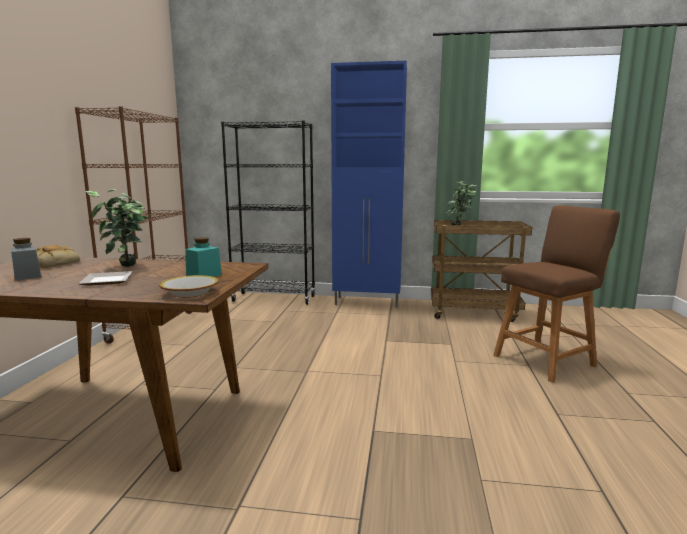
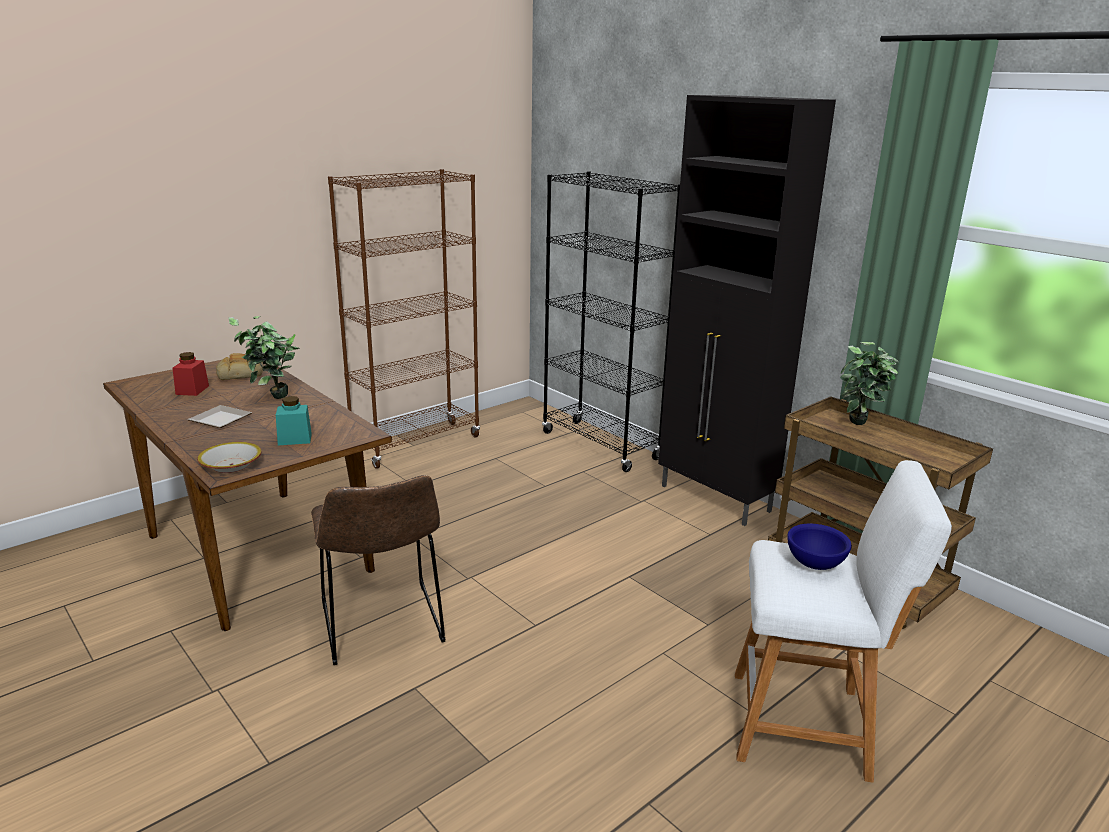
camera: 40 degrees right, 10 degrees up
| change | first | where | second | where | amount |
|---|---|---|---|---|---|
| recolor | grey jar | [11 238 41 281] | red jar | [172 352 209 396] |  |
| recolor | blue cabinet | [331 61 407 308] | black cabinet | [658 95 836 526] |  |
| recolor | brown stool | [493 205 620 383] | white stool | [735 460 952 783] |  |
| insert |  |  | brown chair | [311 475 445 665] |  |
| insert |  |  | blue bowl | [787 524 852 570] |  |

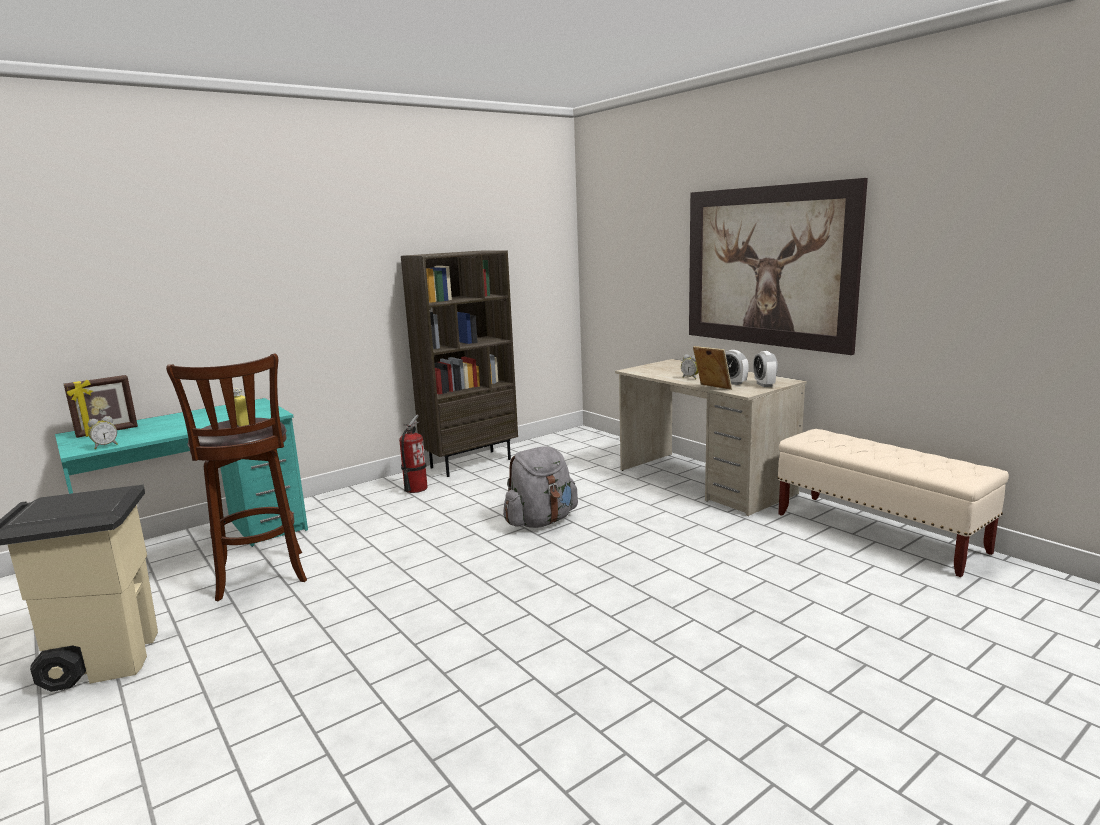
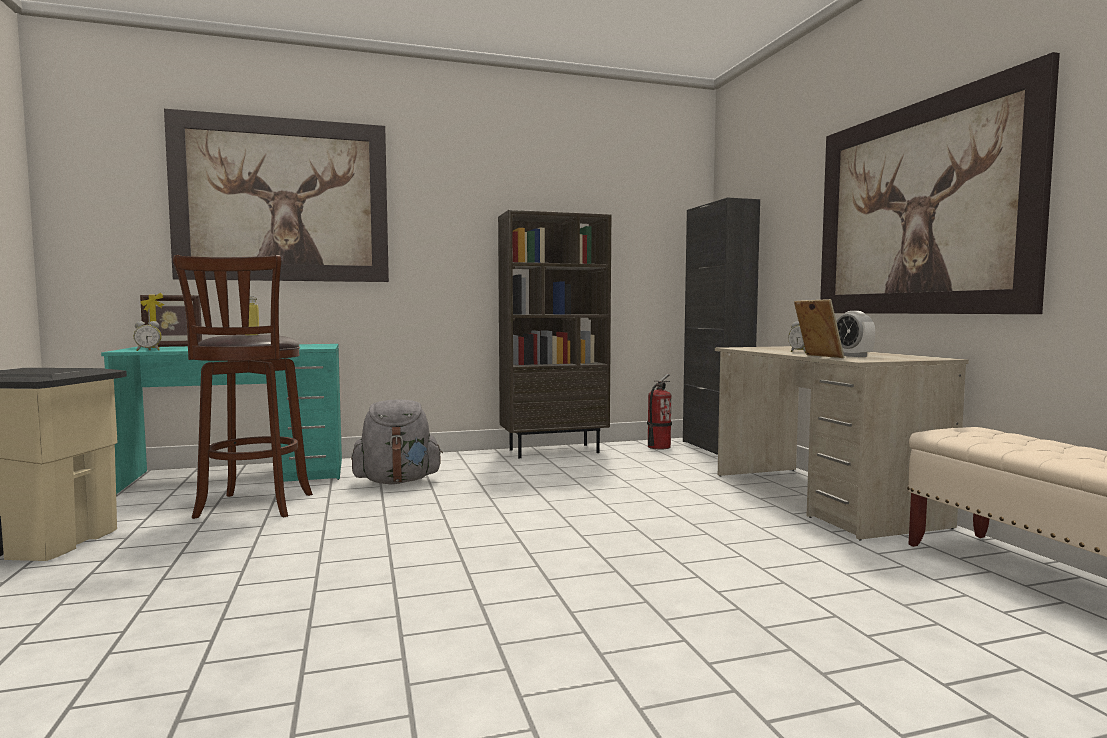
camera: 20 degrees right, 10 degrees down
| change | first | where | second | where | amount |
|---|---|---|---|---|---|
| move | fire extinguisher | [399 414 428 493] |  | [647 374 672 450] |  |
| move | grey backpack | [503 446 578 528] |  | [351 399 443 484] |  |
| delete | alarm clock | [753 351 778 387] |  |  |  |
| insert |  |  | picture | [164 109 389 282] |  |
| insert |  |  | black cabinet | [683 198 760 455] |  |

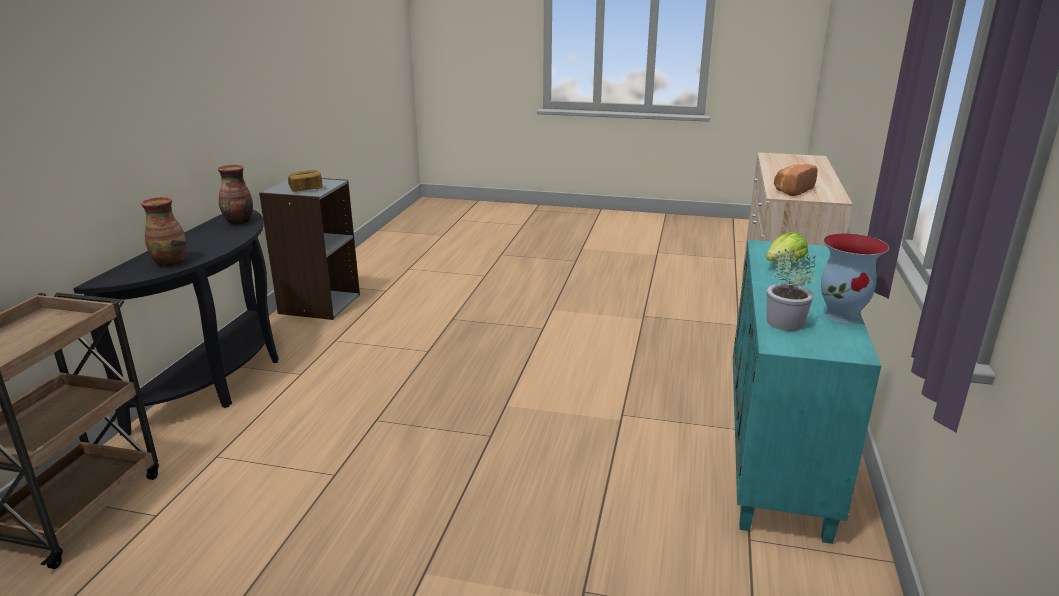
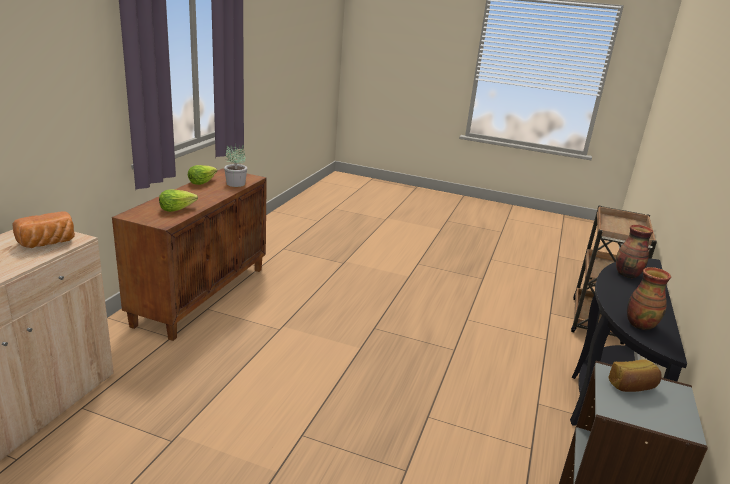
camera: 175 degrees left, 0 degrees up
| change | first | where | second | where | amount |
|---|---|---|---|---|---|
| recolor | turquoise cabinet | [733 240 881 544] | brown cabinet | [112 168 267 341] |  |
| replace | vase | [821 233 889 324] | lettuce | [188 165 217 185] |  |

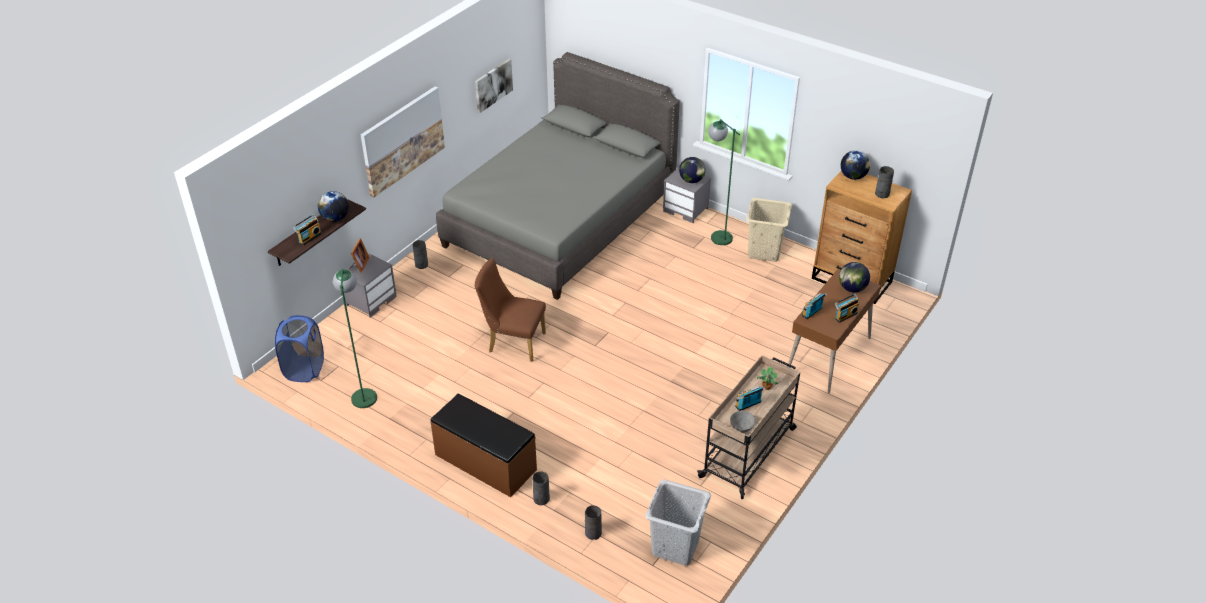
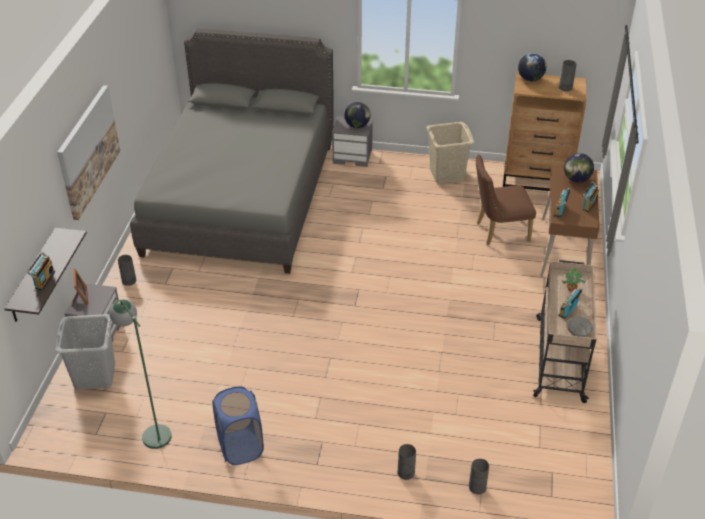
camera: 25 degrees left, 0 degrees up
| change | first | where | second | where | amount |
|---|---|---|---|---|---|
| move | blue laundry basket | [275 315 324 382] |  | [212 387 264 465] |  |
| delete | globe | [318 191 349 222] |  |  |  |
| delete | brown bench | [430 394 537 497] |  |  |  |
| delete | picture | [475 59 513 113] |  |  |  |
| move | brown chair | [475 258 546 362] |  | [476 154 536 245] |  |
| move | grey laundry basket | [645 480 711 566] |  | [55 314 115 389] |  |
| delete | green floor lamp | [708 119 740 245] |  |  |  |

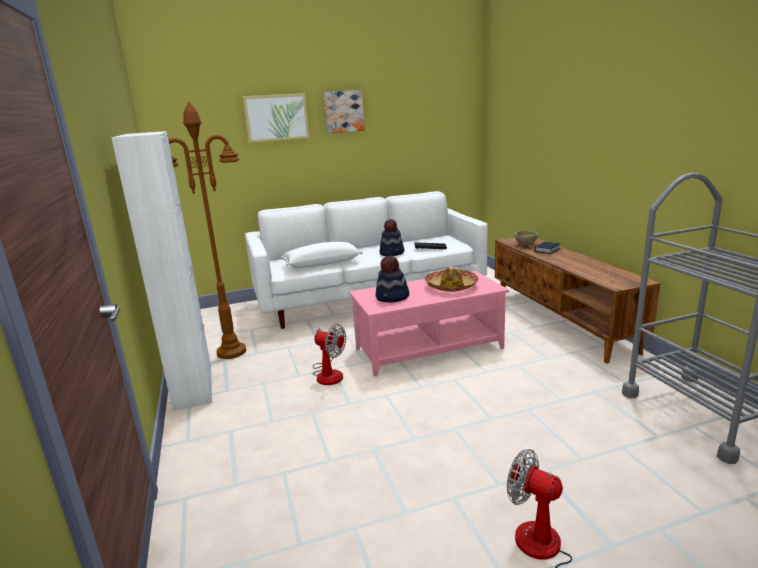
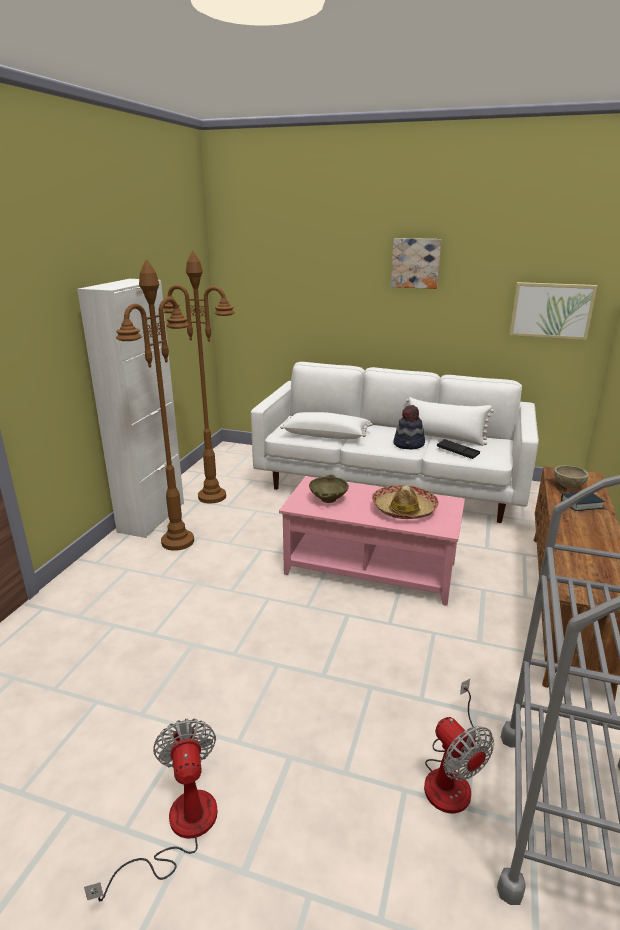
camera: 35 degrees right, 5 degrees up
| change | first | where | second | where | amount |
|---|---|---|---|---|---|
| move | picture | [243 93 309 143] |  | [510 282 597 340] |  |
| move | fan | [313 324 346 385] |  | [424 679 494 814] |  |
| replace | hat | [376 255 409 302] | beige bowl | [309 474 349 503] |  |
| insert |  |  | brown floor lamp | [116 259 194 551] |  |
| insert |  |  | white pillow | [406 397 494 446] |  |

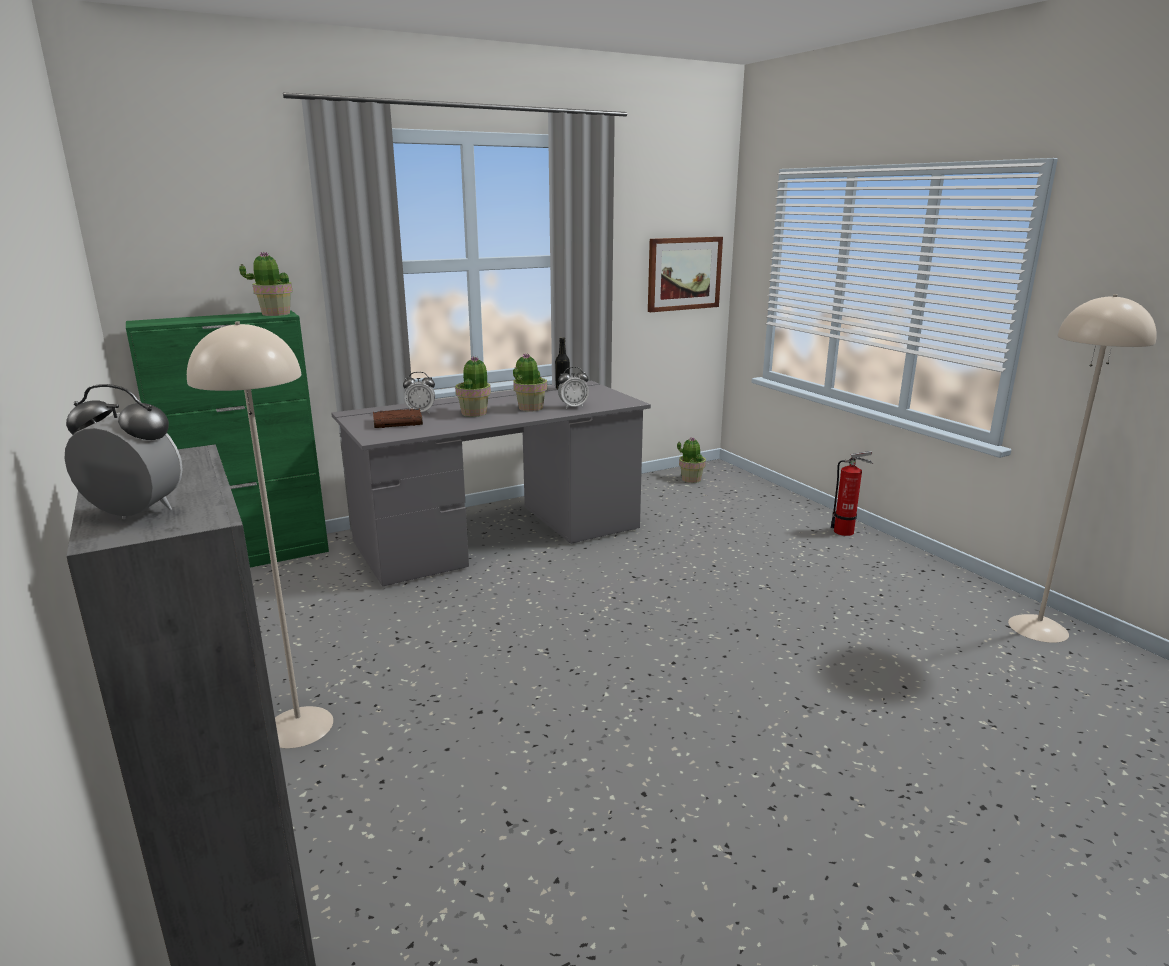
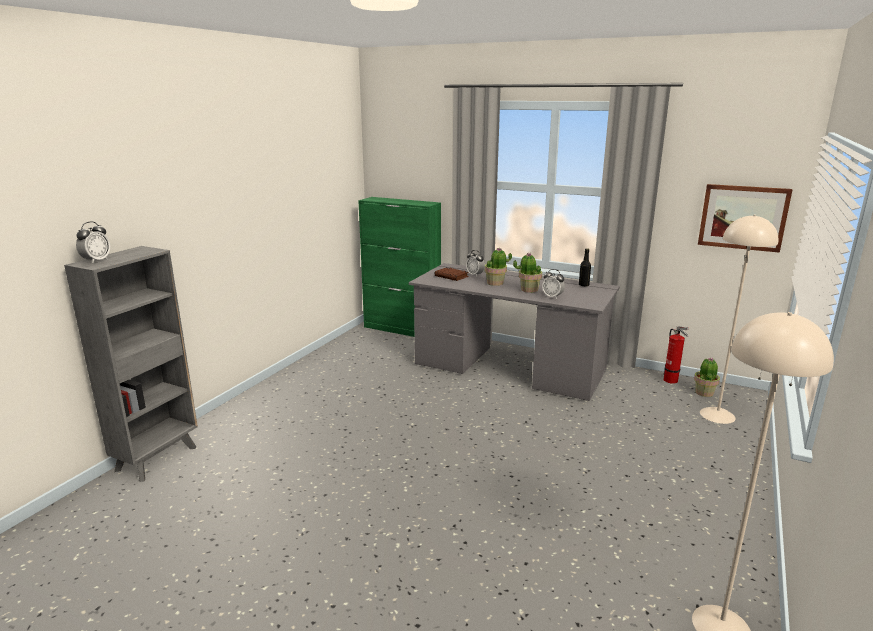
camera: 55 degrees right, 0 degrees up
| change | first | where | second | where | amount |
|---|---|---|---|---|---|
| rotate | alarm clock | [65 384 183 519] |  | [76 222 111 263] | 45 degrees clockwise |
| move | beige floor lamp | [187 321 333 748] |  | [700 215 778 424] |  |
| delete | potted plant | [239 252 293 316] |  |  |  |
| move | fire extinguisher | [831 451 873 536] |  | [664 326 689 384] |  |

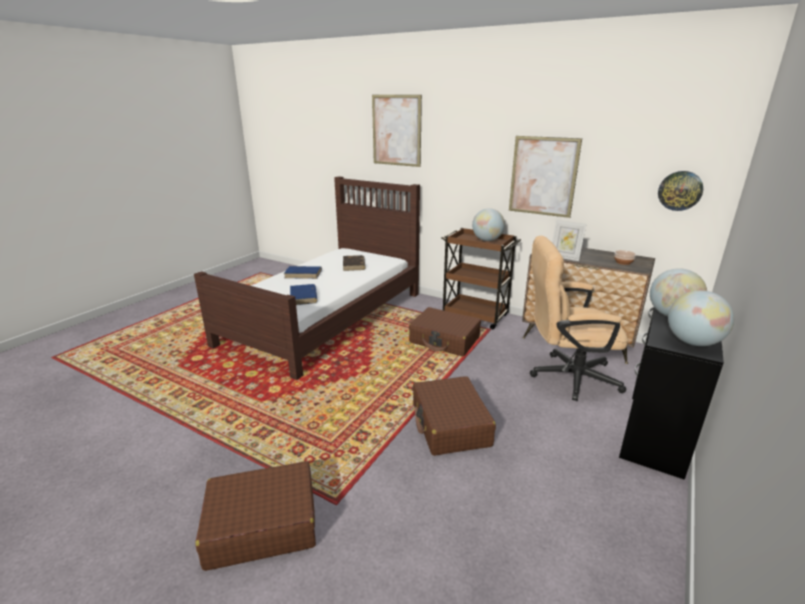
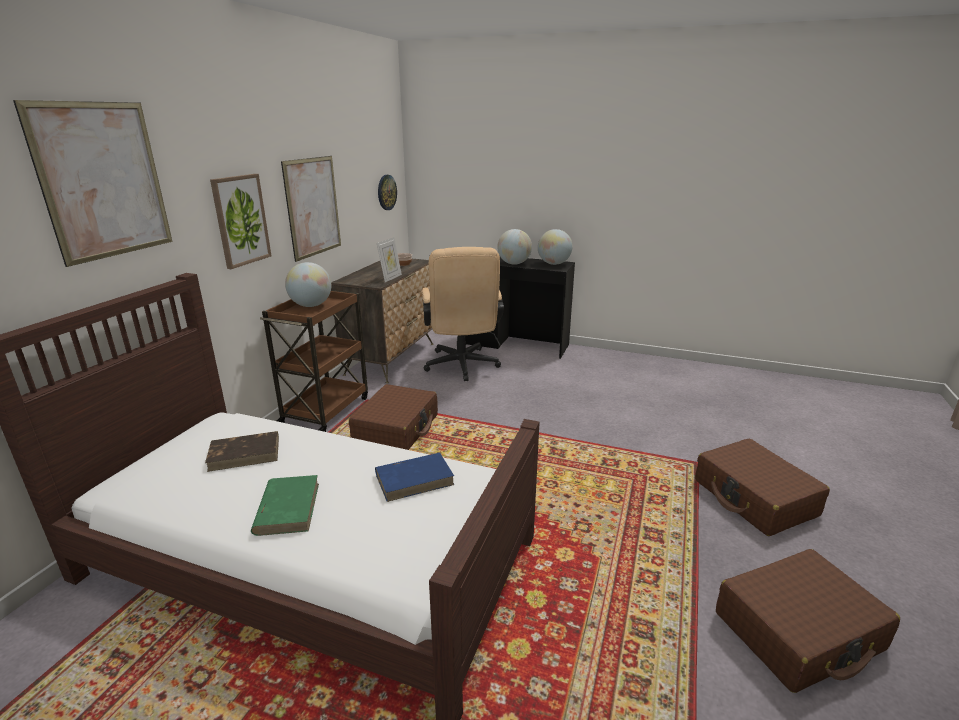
camera: 100 degrees left, 0 degrees up
| change | first | where | second | where | amount |
|---|---|---|---|---|---|
| recolor | blue book | [284 266 322 279] | green book | [251 475 319 536] |  |
| move | brown suitcase | [413 376 496 456] |  | [716 549 900 693] |  |
| insert |  |  | picture | [210 174 271 269] |  |

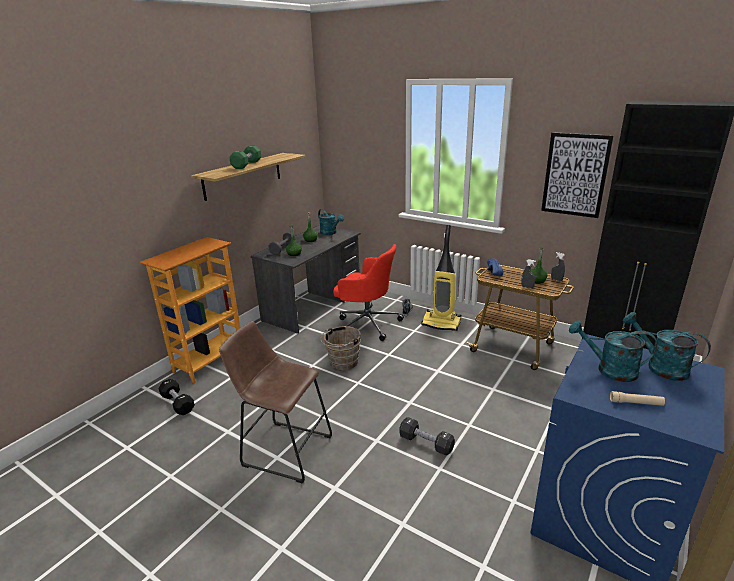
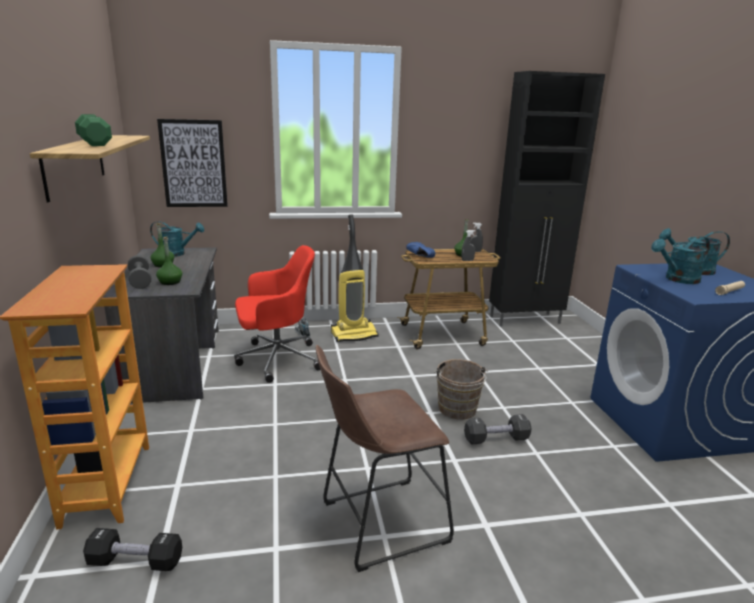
camera: 45 degrees left, 5 degrees down
| change | first | where | second | where | amount |
|---|---|---|---|---|---|
| move | brown bucket | [320 326 361 371] |  | [434 359 488 420] |  |
| move | picture | [541 132 614 218] |  | [157 119 228 207] |  |

